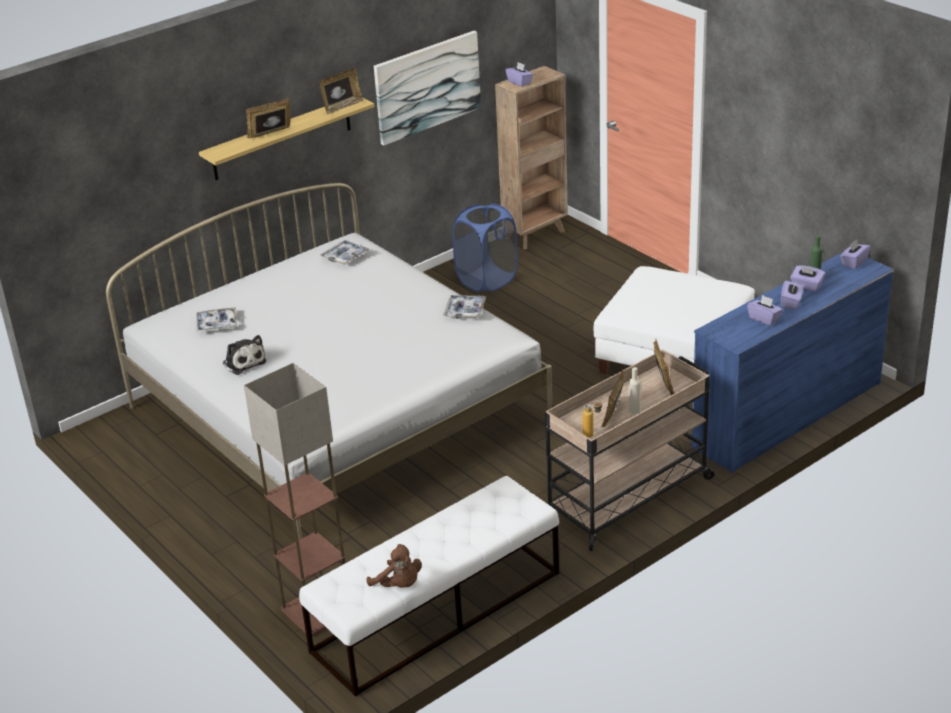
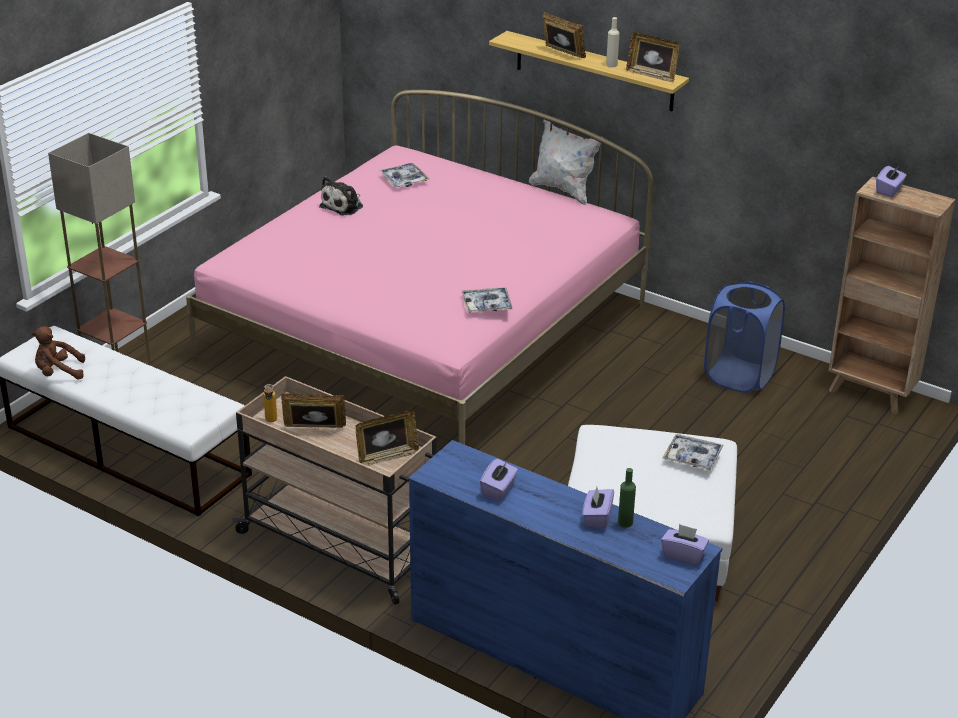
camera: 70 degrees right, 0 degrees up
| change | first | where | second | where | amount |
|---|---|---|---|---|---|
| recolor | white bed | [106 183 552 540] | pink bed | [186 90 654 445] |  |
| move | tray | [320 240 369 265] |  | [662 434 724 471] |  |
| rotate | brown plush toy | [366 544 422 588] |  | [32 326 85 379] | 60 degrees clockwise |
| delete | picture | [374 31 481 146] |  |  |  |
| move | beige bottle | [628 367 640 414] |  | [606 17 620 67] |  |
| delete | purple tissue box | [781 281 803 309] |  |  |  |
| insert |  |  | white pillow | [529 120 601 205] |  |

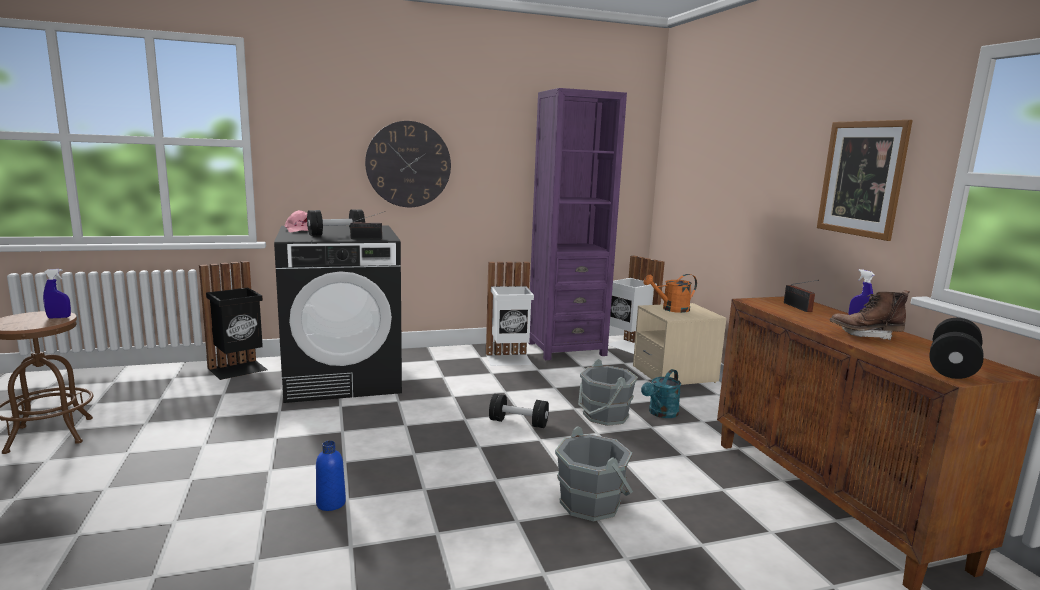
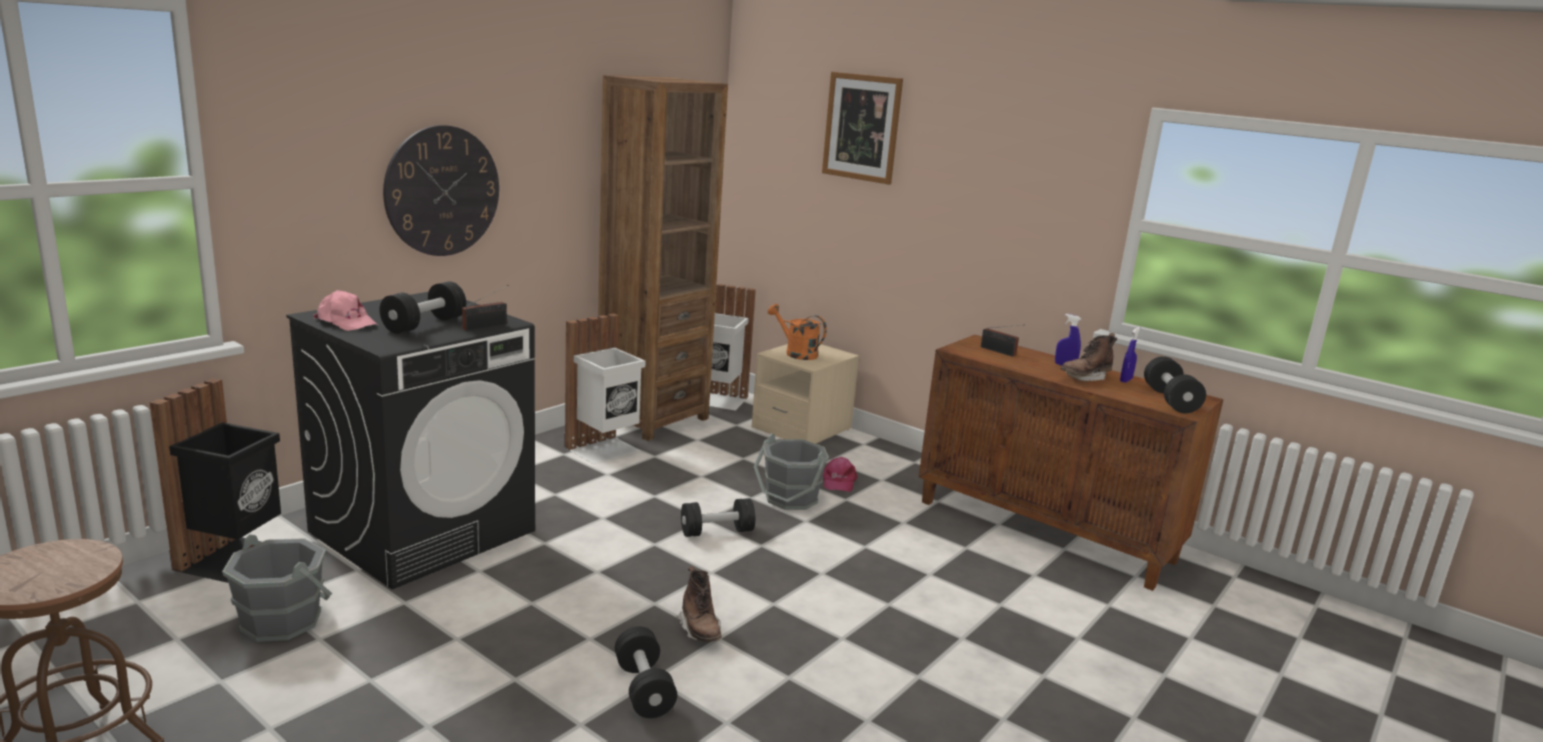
camera: 35 degrees left, 5 degrees up
| change | first | where | second | where | amount |
|---|---|---|---|---|---|
| move | blue spray bottle | [43 269 71 318] |  | [1120 327 1141 383] |  |
| replace | blue bottle | [316 441 346 511] | black dumbbell | [615 626 677 718] |  |
| recolor | purple bookcase | [528 88 627 360] | brown bookcase | [598 75 728 441] |  |
| move | grey bucket | [555 426 633 521] |  | [222 534 332 642] |  |
| replace | turquoise watering can | [641 369 681 418] | pink cap | [823 457 858 492] |  |
| rotate | orange watering can | [643 274 697 313] |  | [768 304 827 360] | 90 degrees clockwise |
| move | picture | [817 120 913 241] |  | [822 72 903 185] |  |
| insert |  |  | brown boot | [676 567 722 642] |  |

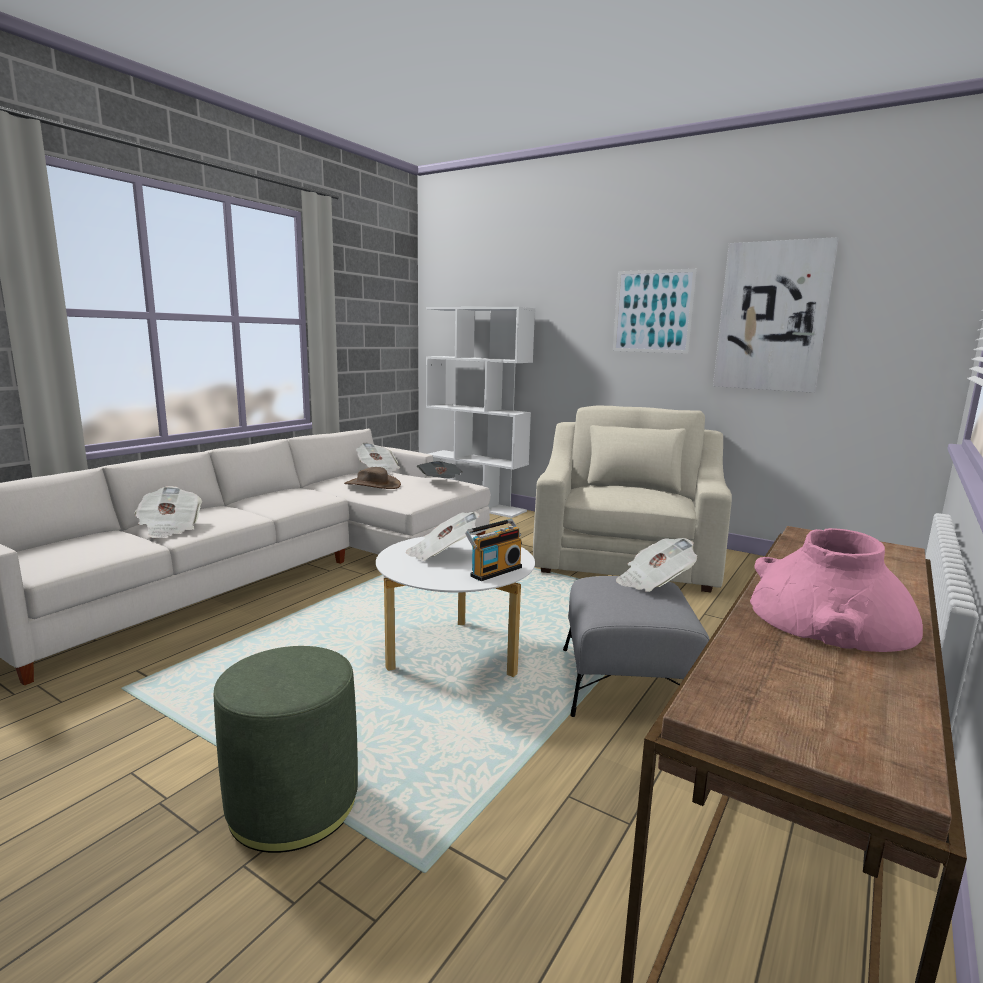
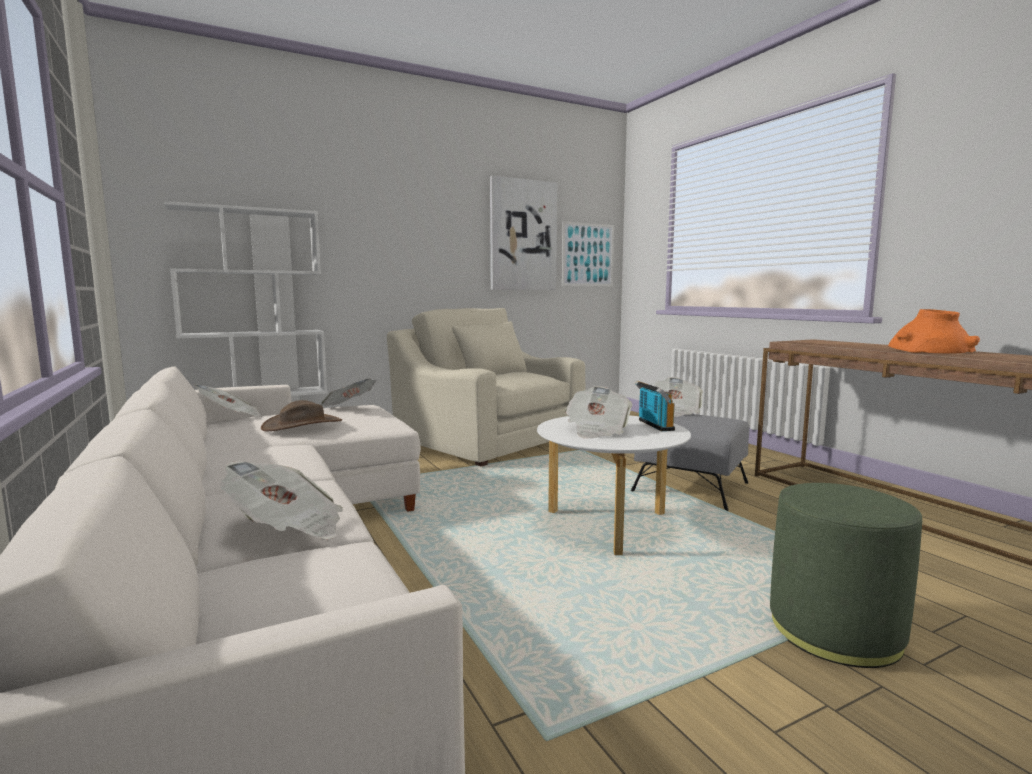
camera: 60 degrees left, 5 degrees down
| change | first | where | second | where | amount |
|---|---|---|---|---|---|
| move | picture | [613 269 697 354] |  | [562 222 614 286] |  |
| recolor | pink vase | [750 528 923 652] | orange vase | [888 309 980 353] |  |

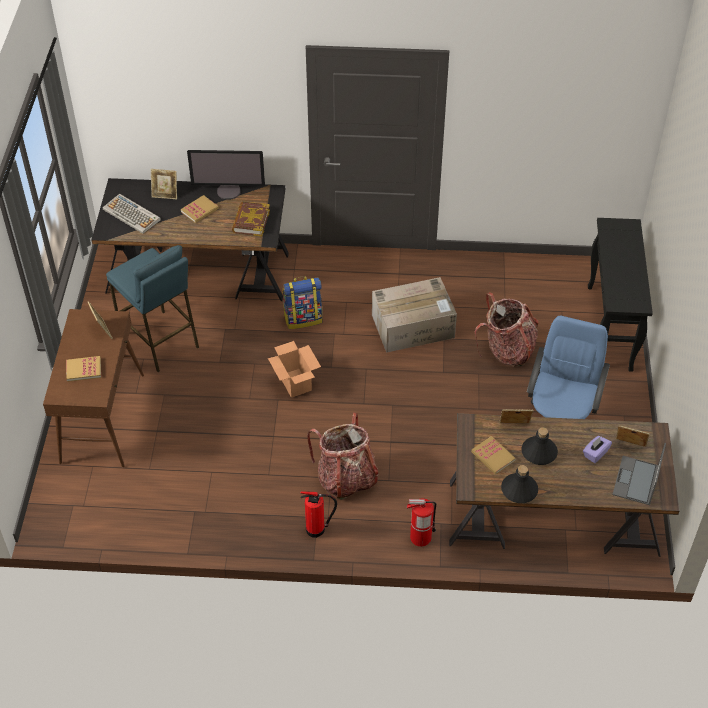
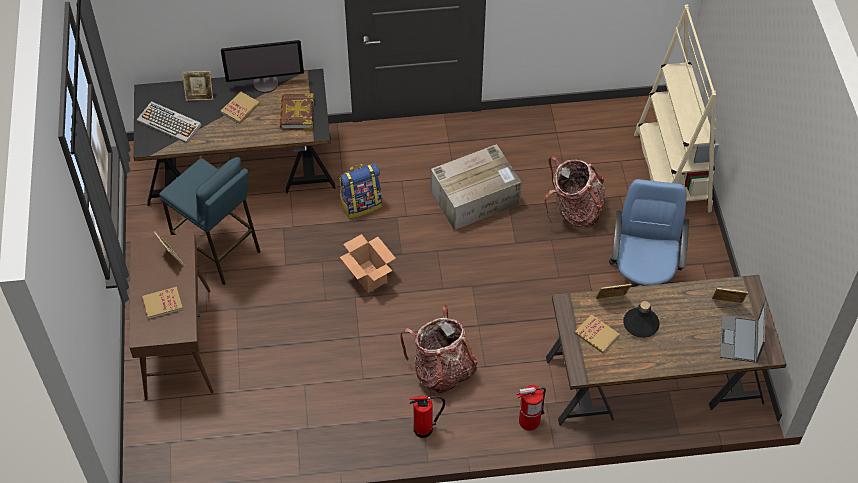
camera: 10 degrees left, 5 degrees up
| change | first | where | second | where | amount |
|---|---|---|---|---|---|
| delete | black bottle | [501 465 538 503] |  |  |  |
| delete | purple tissue box | [583 436 612 463] |  |  |  |
| replace | black console table | [588 218 653 372] | beige bookcase | [634 4 719 213] |  |

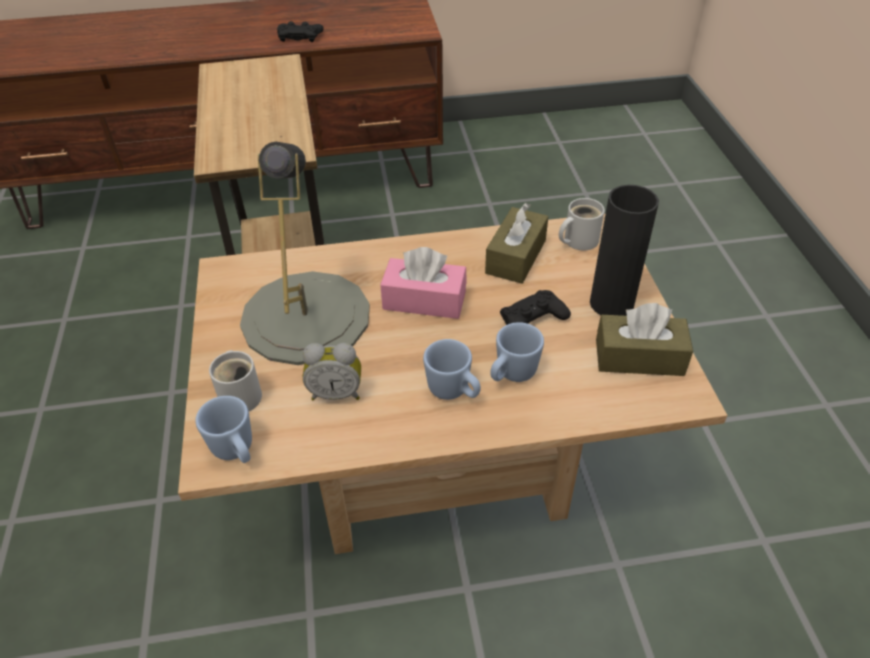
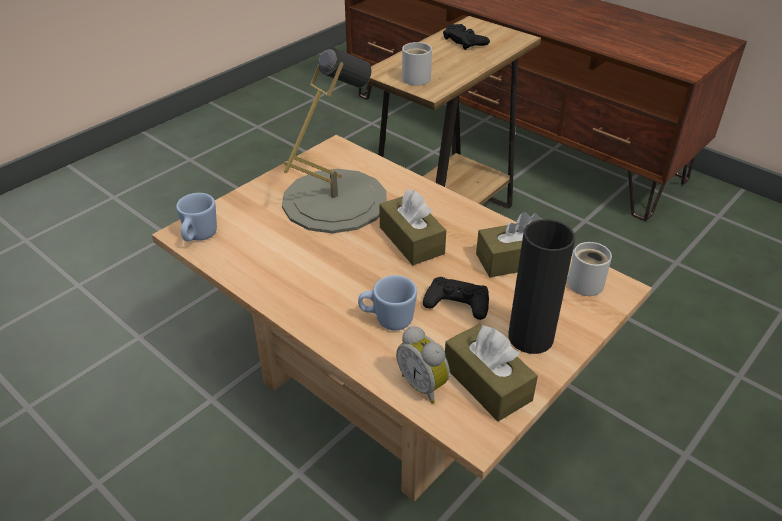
camera: 50 degrees right, 5 degrees down
| change | first | where | second | where | amount |
|---|---|---|---|---|---|
| move | white mug | [209 350 262 411] |  | [402 42 432 86] |  |
| move | black game controller | [277 21 324 42] |  | [443 24 490 50] |  |
| move | alarm clock | [302 343 361 400] |  | [396 326 450 404] |  |
| recolor | pink tissue box | [380 247 467 319] | brown tissue box | [379 189 446 265] |  |
| delete | blue mug | [423 339 481 400] |  |  |  |

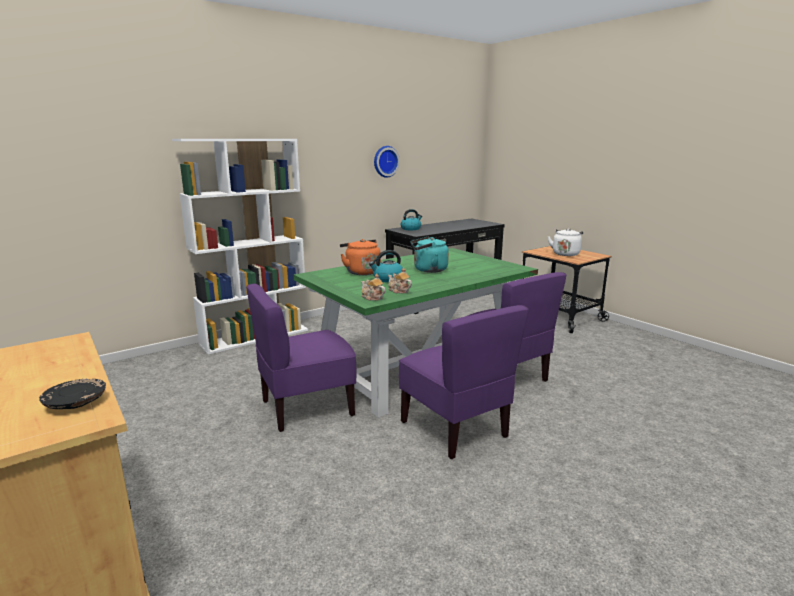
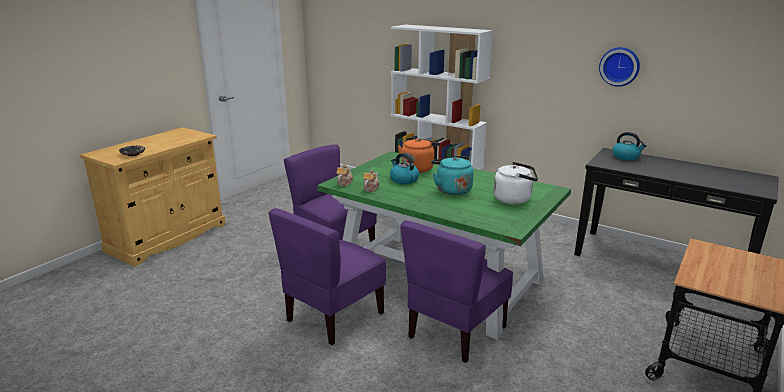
camera: 70 degrees right, 5 degrees up
| change | first | where | second | where | amount |
|---|---|---|---|---|---|
| move | white kettle | [548 228 583 256] |  | [493 162 538 204] |  |

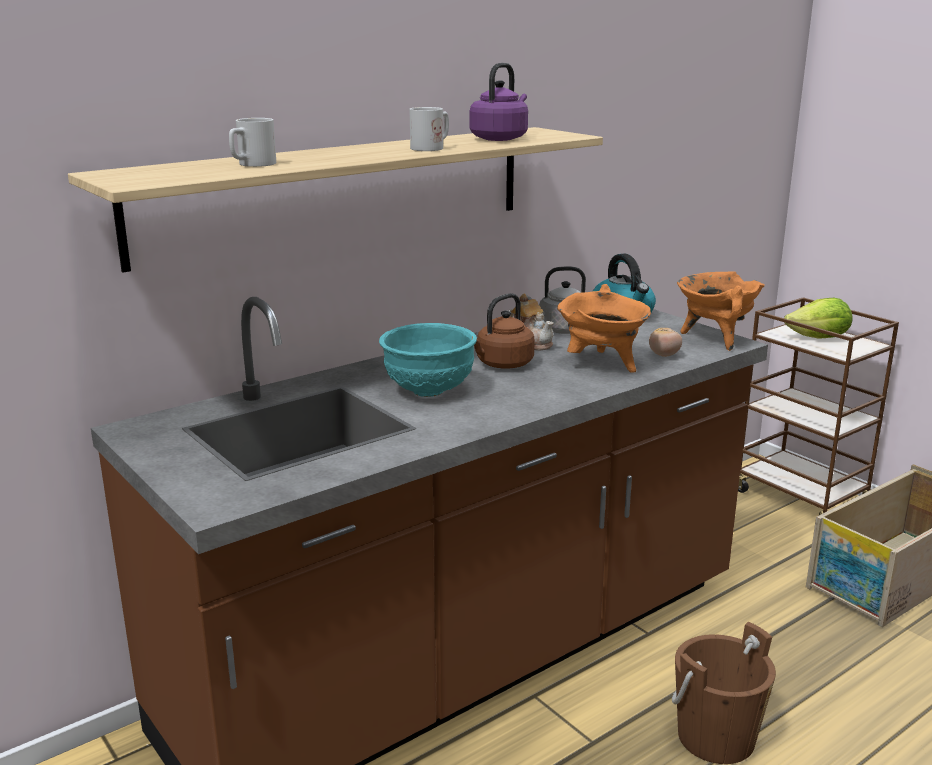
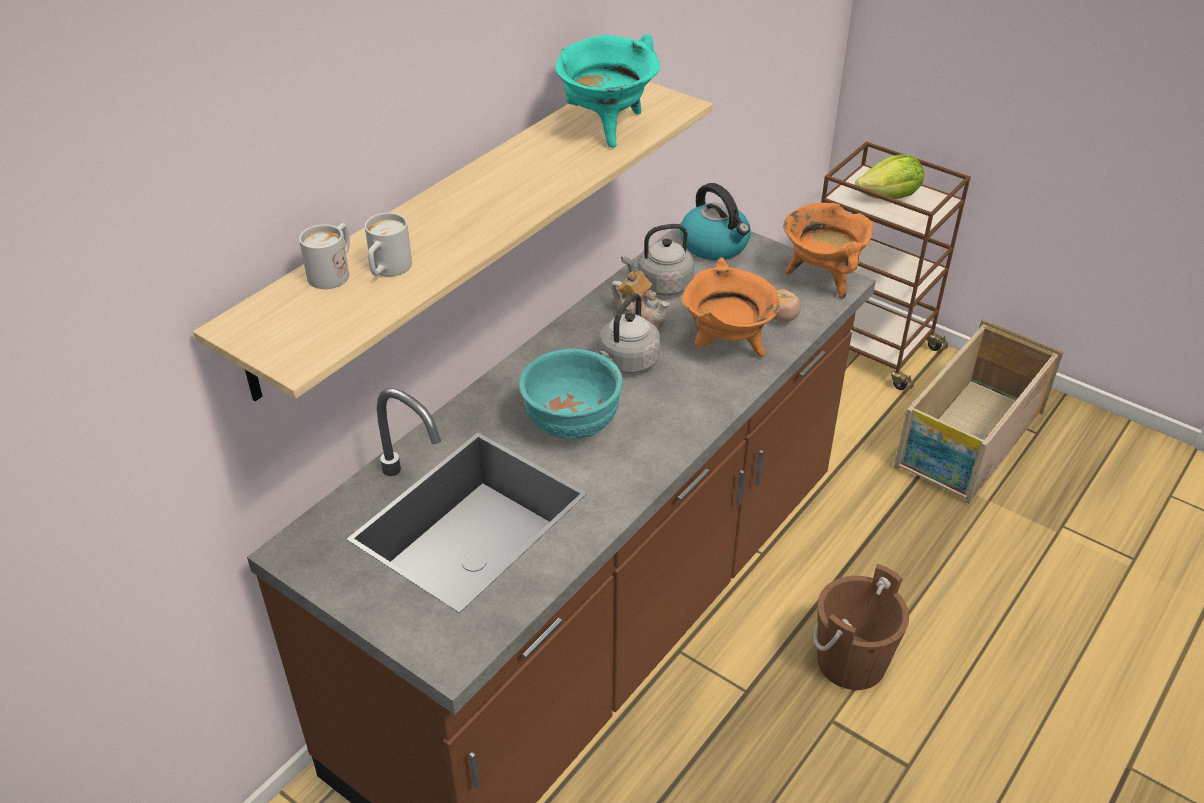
camera: 15 degrees left, 20 degrees up
| change | first | where | second | where | amount |
|---|---|---|---|---|---|
| move | white mug | [410 107 449 151] |  | [299 223 350 289] |  |
| replace | purple kettle | [470 63 528 141] | turquoise cooking pot | [556 34 660 148] |  |
| recolor | brown kettle | [474 293 535 368] | grey kettle | [598 293 660 374] |  |

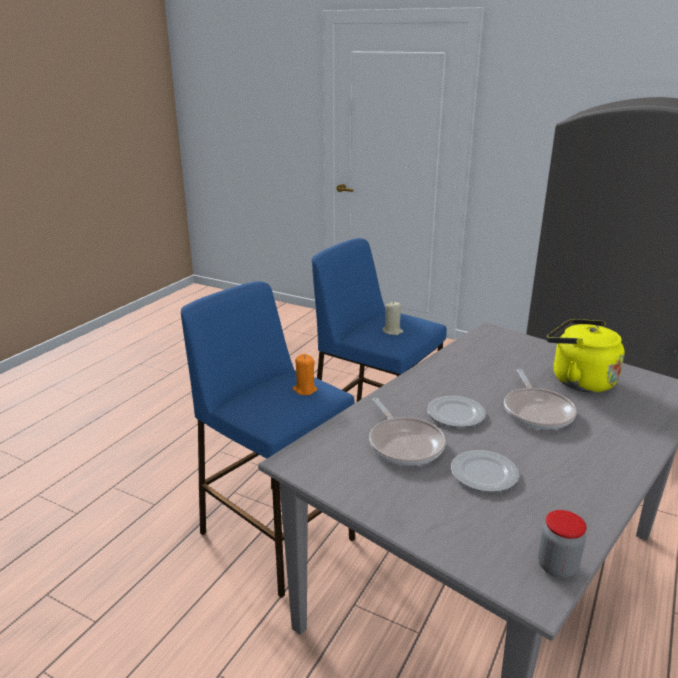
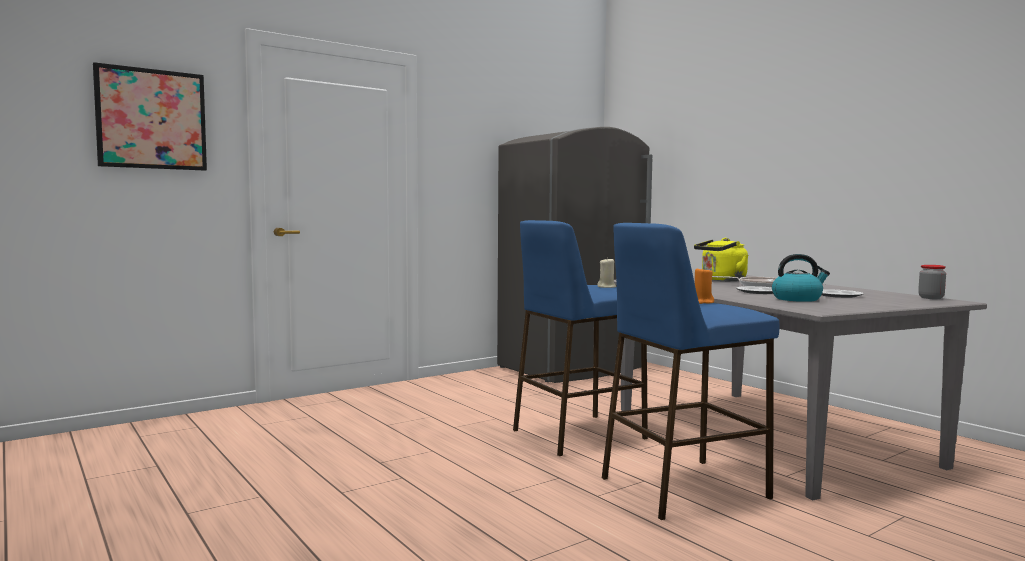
camera: 65 degrees left, 20 degrees down
| change | first | where | second | where | amount |
|---|---|---|---|---|---|
| replace | frying pan | [369 398 446 466] | kettle | [772 254 830 302] |  |
| insert |  |  | picture | [93 62 207 170] |  |

